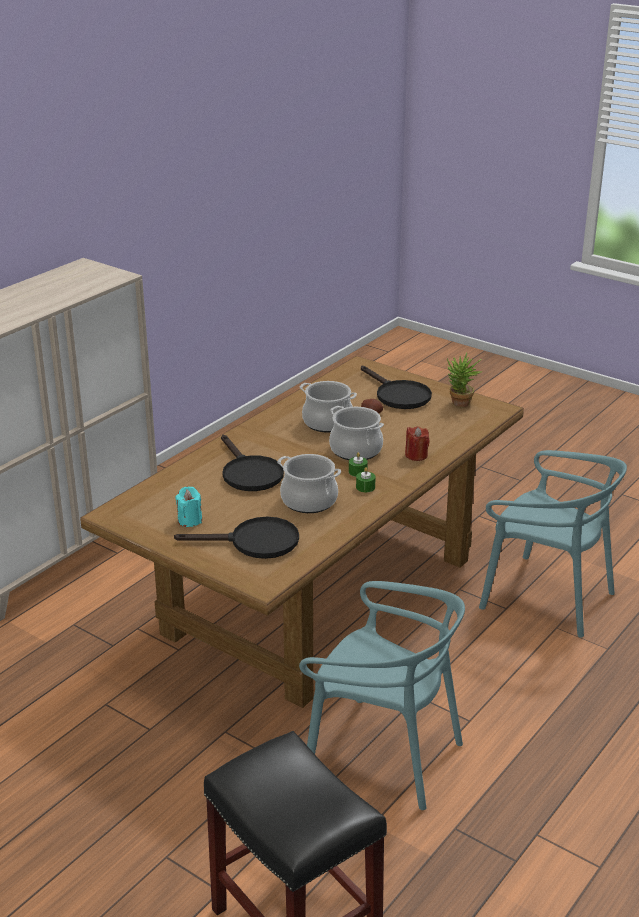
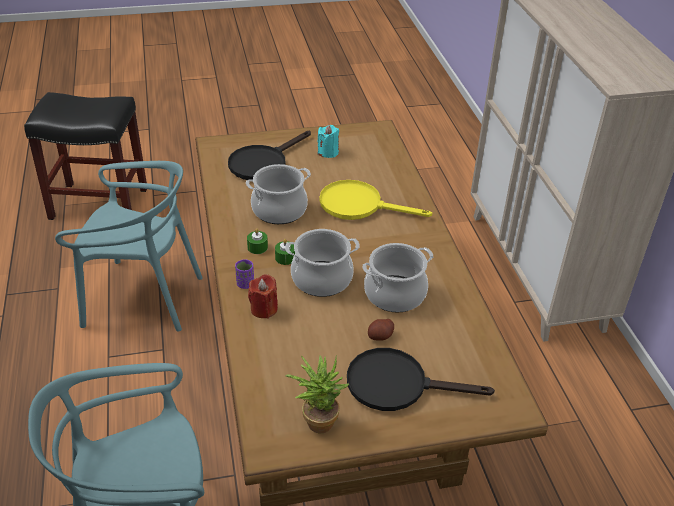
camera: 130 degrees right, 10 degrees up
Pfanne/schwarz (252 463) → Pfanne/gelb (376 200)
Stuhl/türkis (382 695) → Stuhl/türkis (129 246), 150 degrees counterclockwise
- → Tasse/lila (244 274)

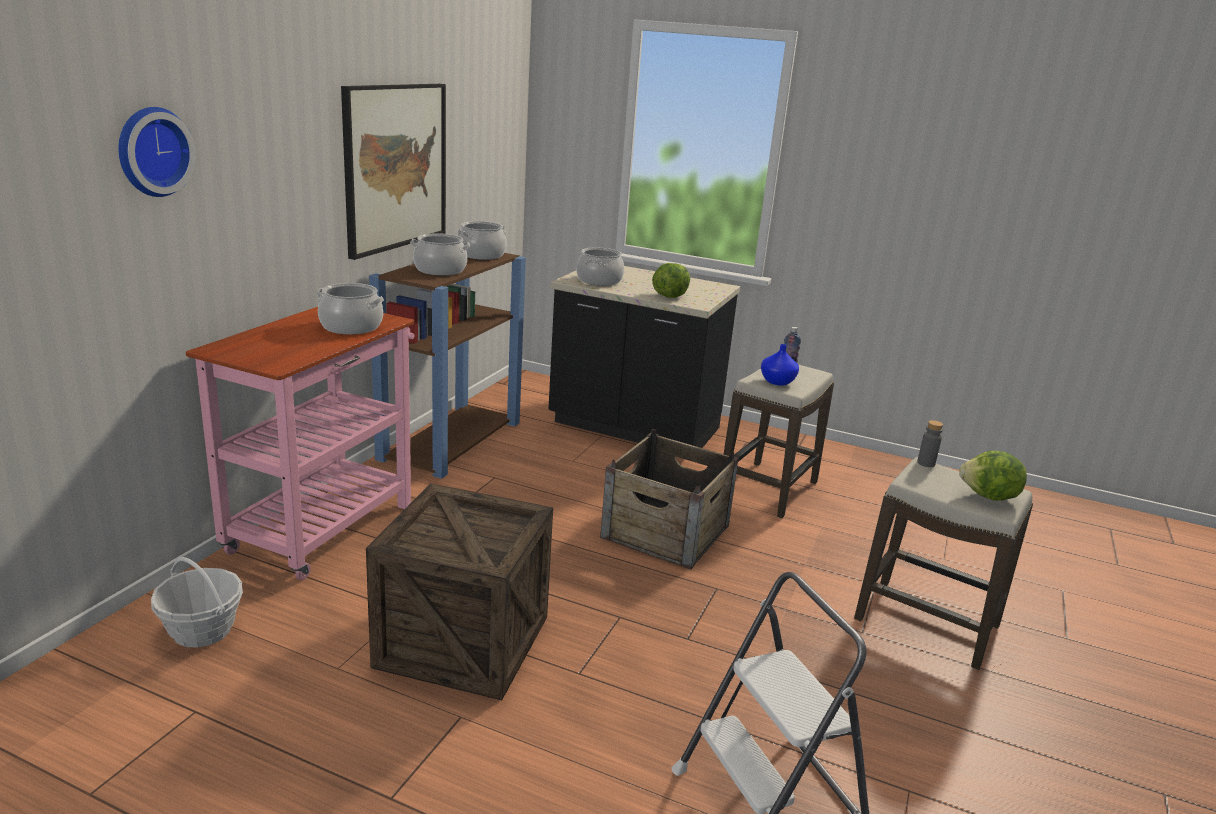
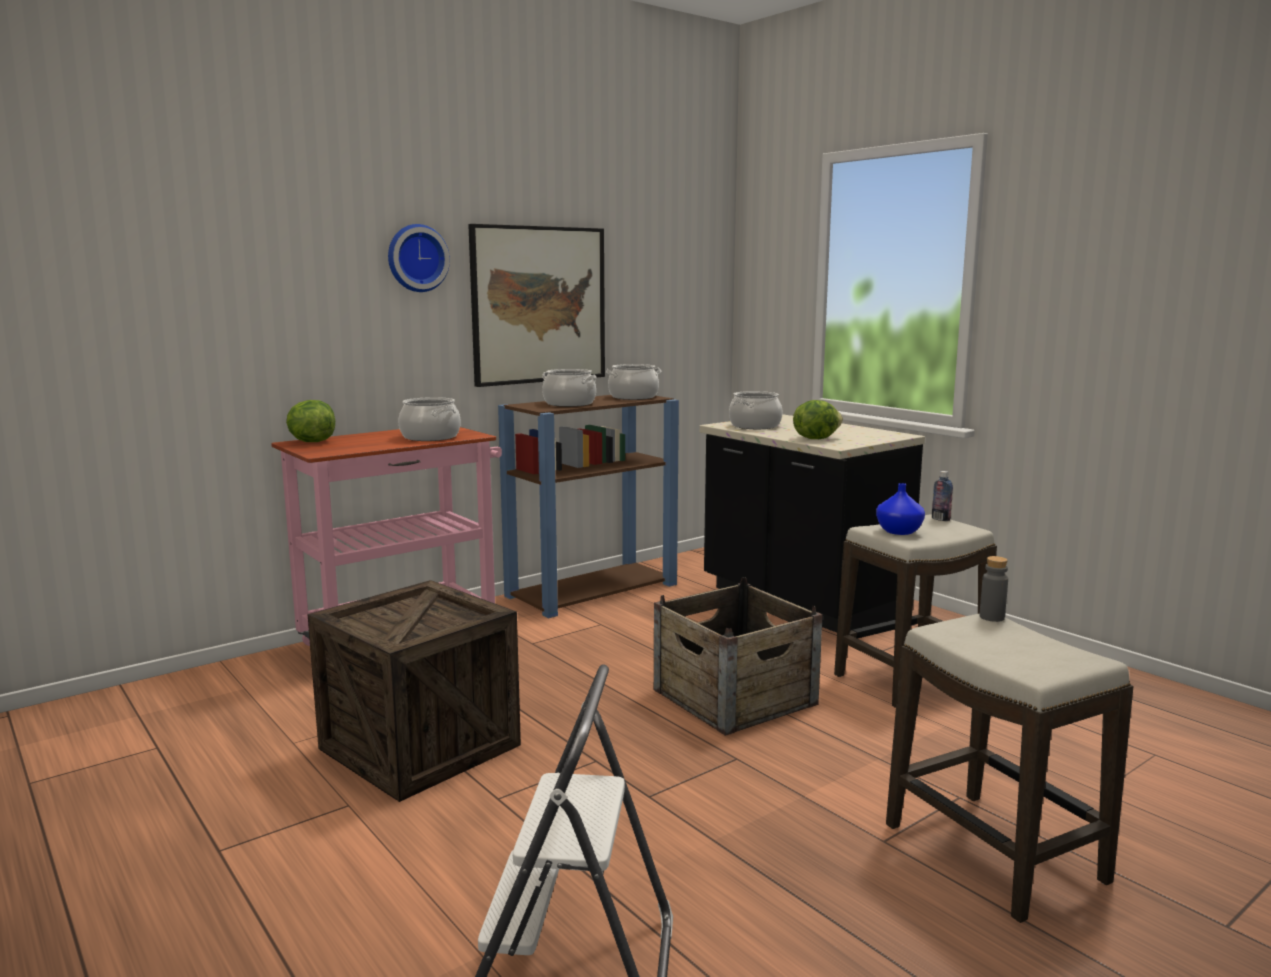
camera: 30 degrees right, 10 degrees down
Wanduhr (157 152) → Wanduhr (419 258), shifted
Korb (197 602) → -
Salatkopf (993 476) → Salatkopf (310 421), shifted

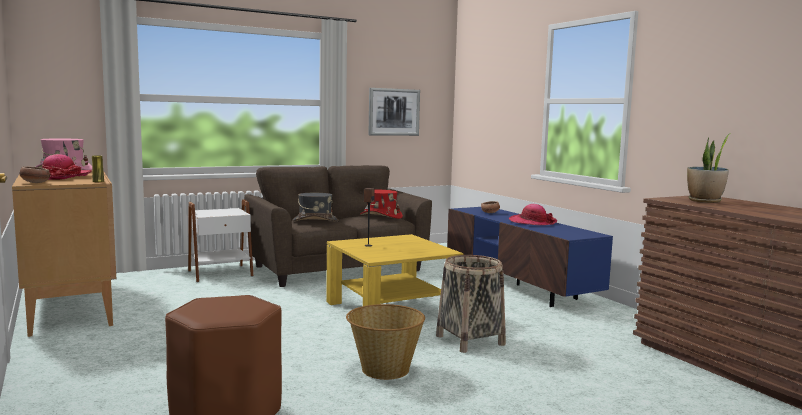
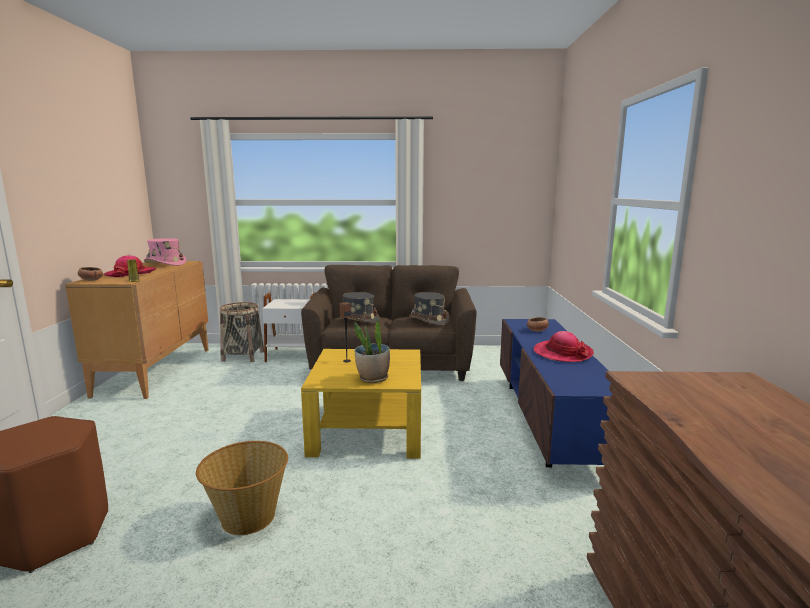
camera: 30 degrees right, 5 degrees up
Hut/rot (381 204) → Hut/grau (429 309)
Bild (394 112) → -
Korb (471 304) → Korb (242 332), shifted
Topfpflanze (709 168) → Topfpflanze (372 351), shifted

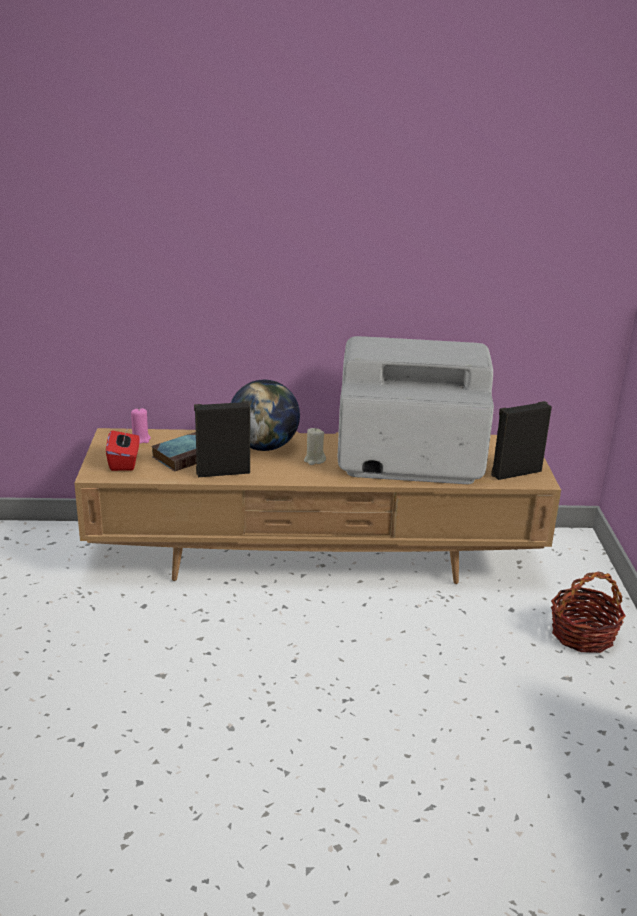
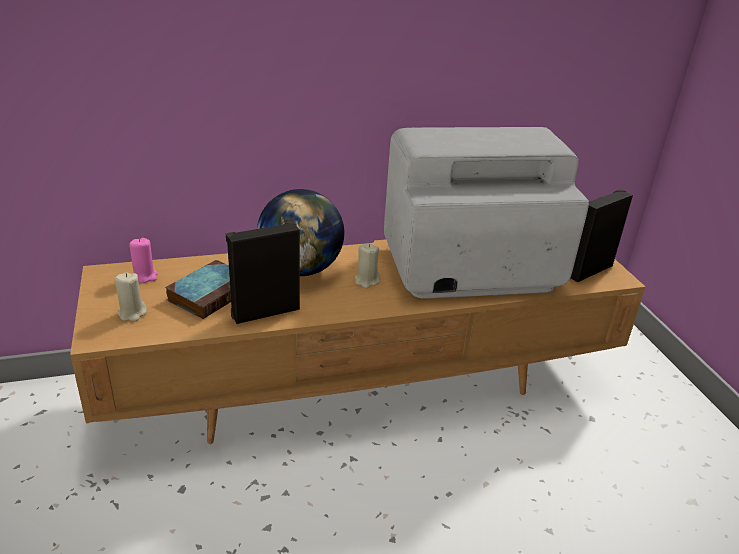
camera: 15 degrees left, 5 degrees up
Taschentuchbox/rot (123 449) → Kerze/beige (131 297)
Korb (588 612) → -

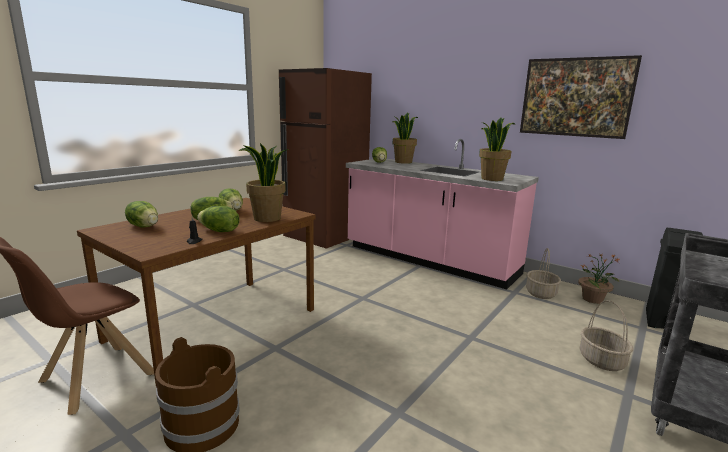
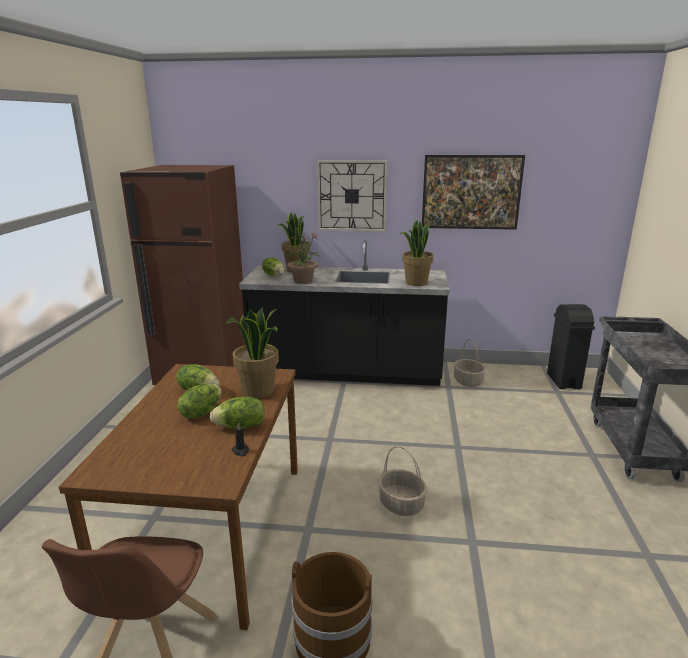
camera: 30 degrees left, 5 degrees up
Salatkopf (141 214) → -
Küchenzeile/rosa (442 214) → Küchenzeile/schwarz (344 313)
Topfpflanze (599 279) → Topfpflanze (302 258), shifted
Korb (606 335) → Korb (402 481), shifted
- → Wanduhr (352 196)

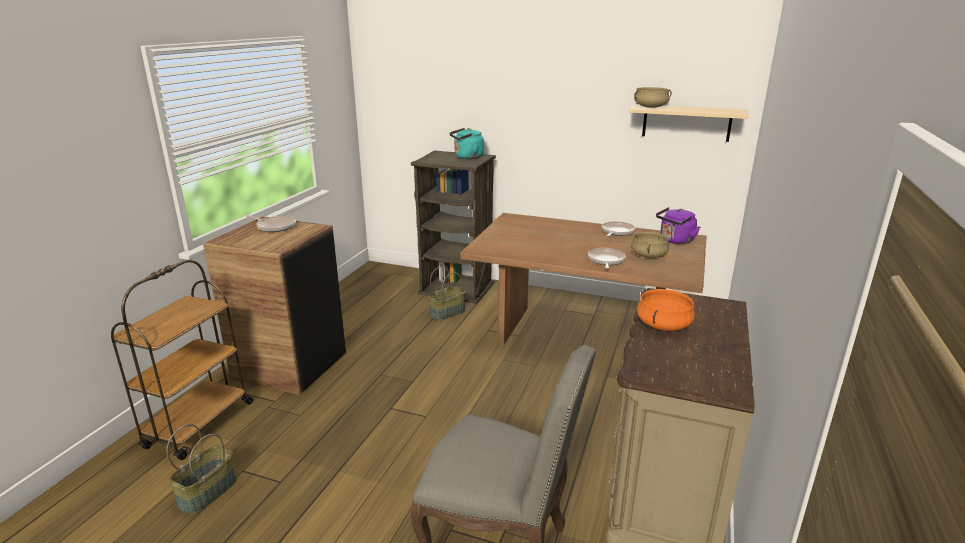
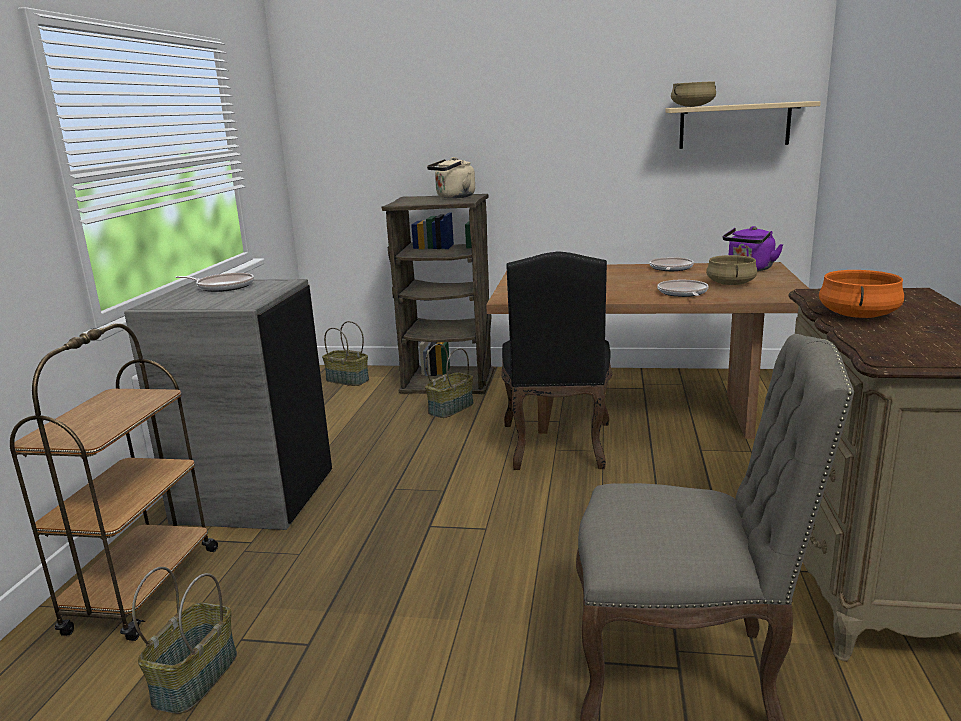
camera: 10 degrees left, 5 degrees down
Schrank/braun (274 305) → Schrank/grau (228 404)
Wasserkessel/türkis (466 143) → Wasserkessel/beige (451 177)
- → Korb (345 353)
- → Stuhl/schwarz (556 360)

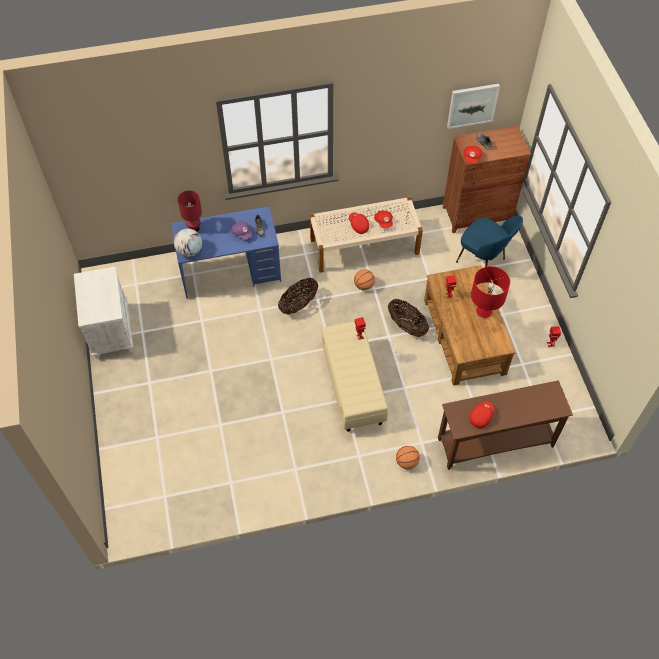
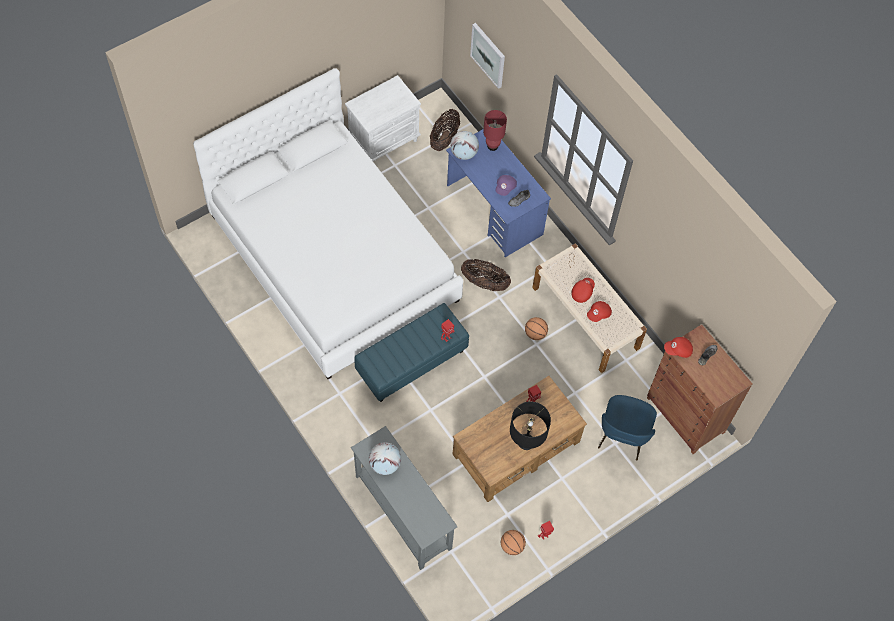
camera: 65 degrees right, 5 degrees up
Polsterhocker/beige (354 376) → Polsterhocker/blau (411 352)
Korb (408 318) → Korb (445 130), shifted
Basketball (408 457) → Basketball (513 542), shifted
Konsolentisch/braun (505 425) → Konsolentisch/grau (404 498)
Bild (473 106) → Bild (487 56), shifted
Kappe/rot (482 415) → Globus (385 458)
Tischlampe/rot (490 292) → Tischlampe/schwarz (530 425)
- → Bett/weiß (328 223)

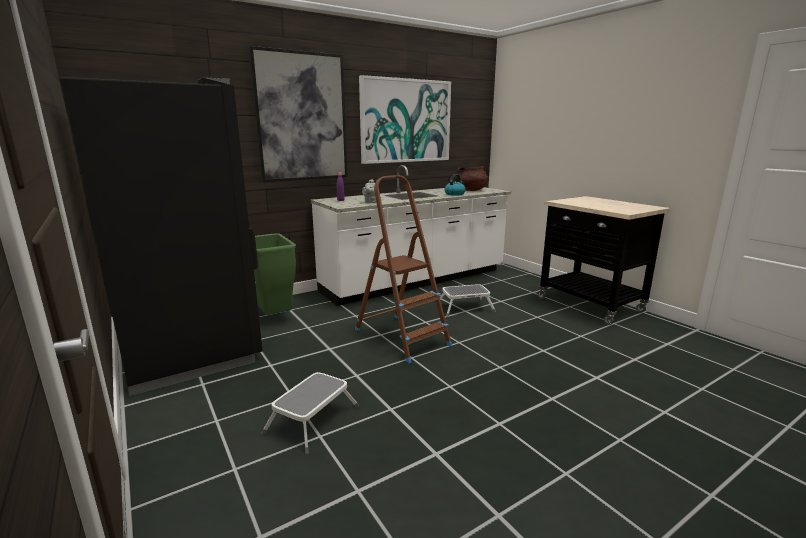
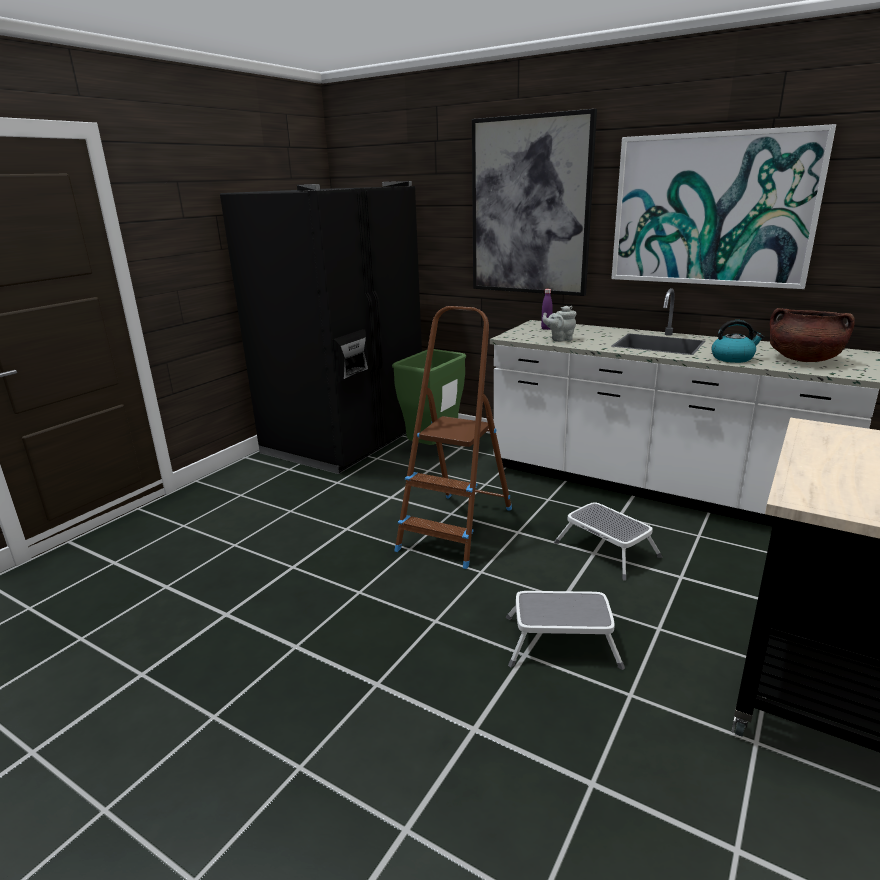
camera: 65 degrees right, 5 degrees up
Trittleiter/grau (310 413) → Trittleiter/grau (565 630), shifted

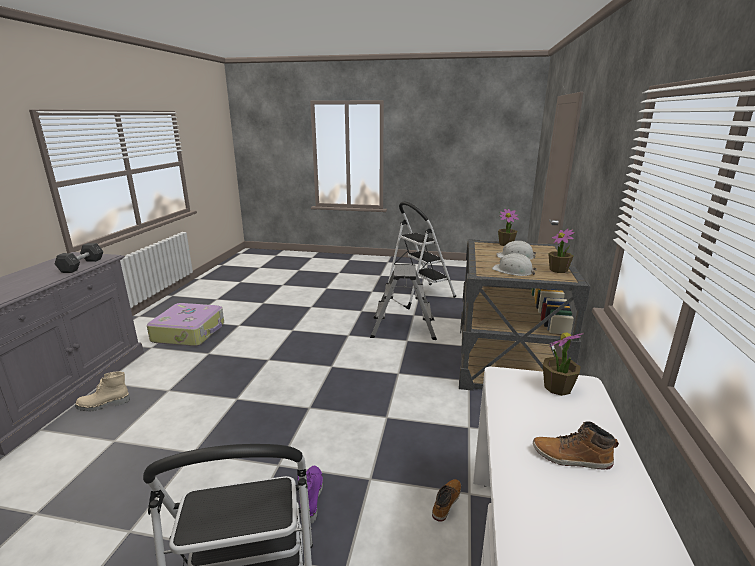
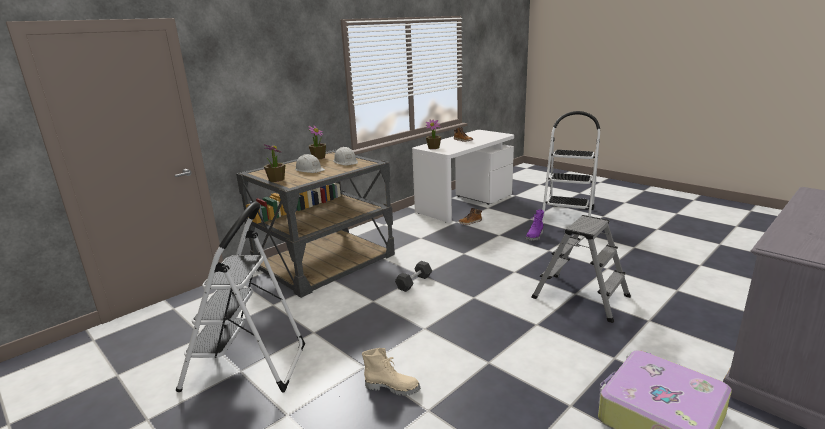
camera: 145 degrees left, 0 degrees up
Hantel/schwarz (79 258) → Hantel/schwarz (413 276), shifted
Stiefel/beige (102 391) → Stiefel/beige (391 372), shifted
Trittleiter/grau (403 302) → Trittleiter/grau (581 269), shifted

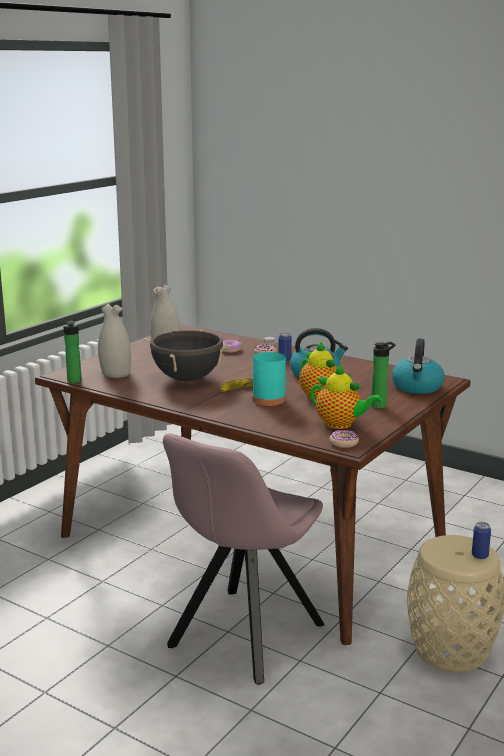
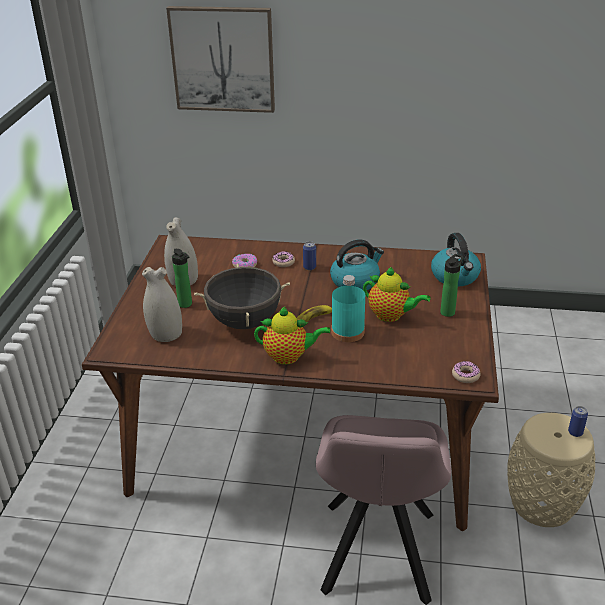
camera: 25 degrees left, 15 degrees up
Flasche (73 351) → Flasche (182 278), shifted
Teekanne (346 397) → Teekanne (292 335), shifted
- → Bild (220 59)

